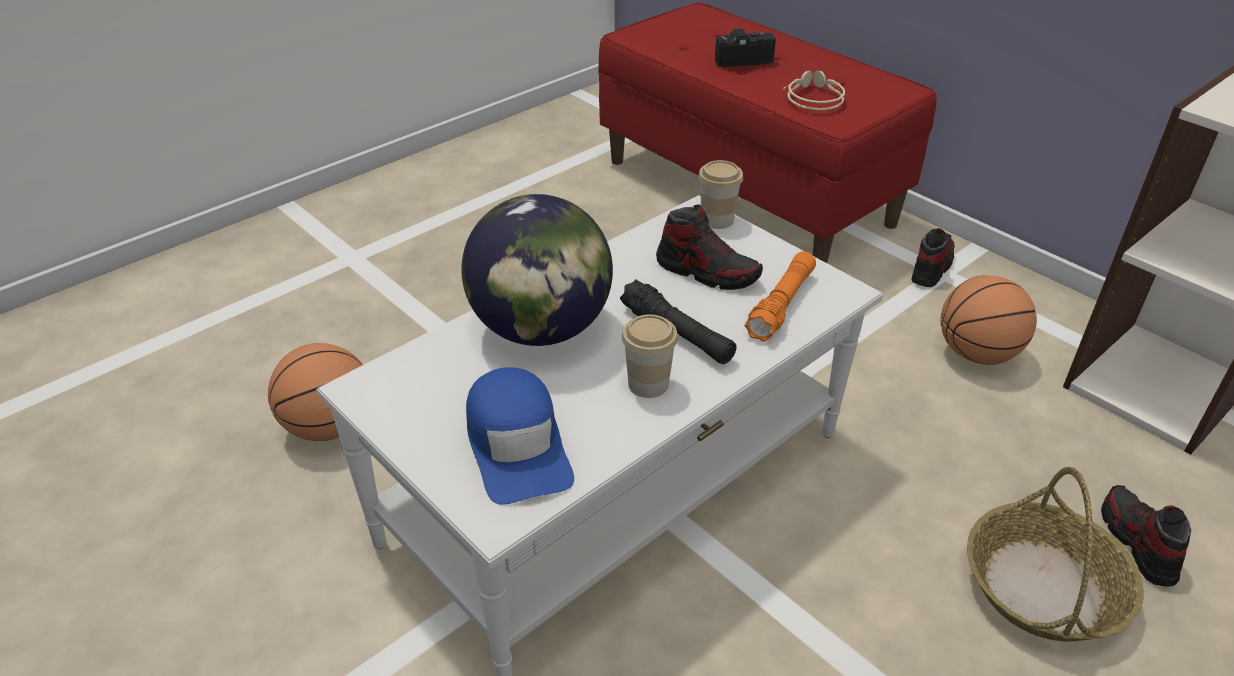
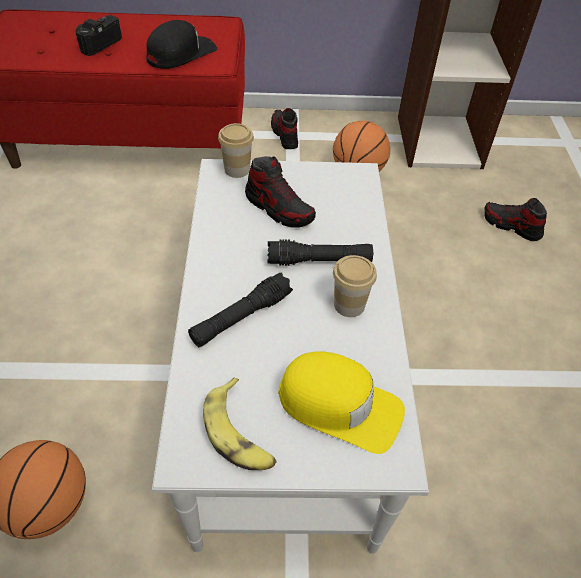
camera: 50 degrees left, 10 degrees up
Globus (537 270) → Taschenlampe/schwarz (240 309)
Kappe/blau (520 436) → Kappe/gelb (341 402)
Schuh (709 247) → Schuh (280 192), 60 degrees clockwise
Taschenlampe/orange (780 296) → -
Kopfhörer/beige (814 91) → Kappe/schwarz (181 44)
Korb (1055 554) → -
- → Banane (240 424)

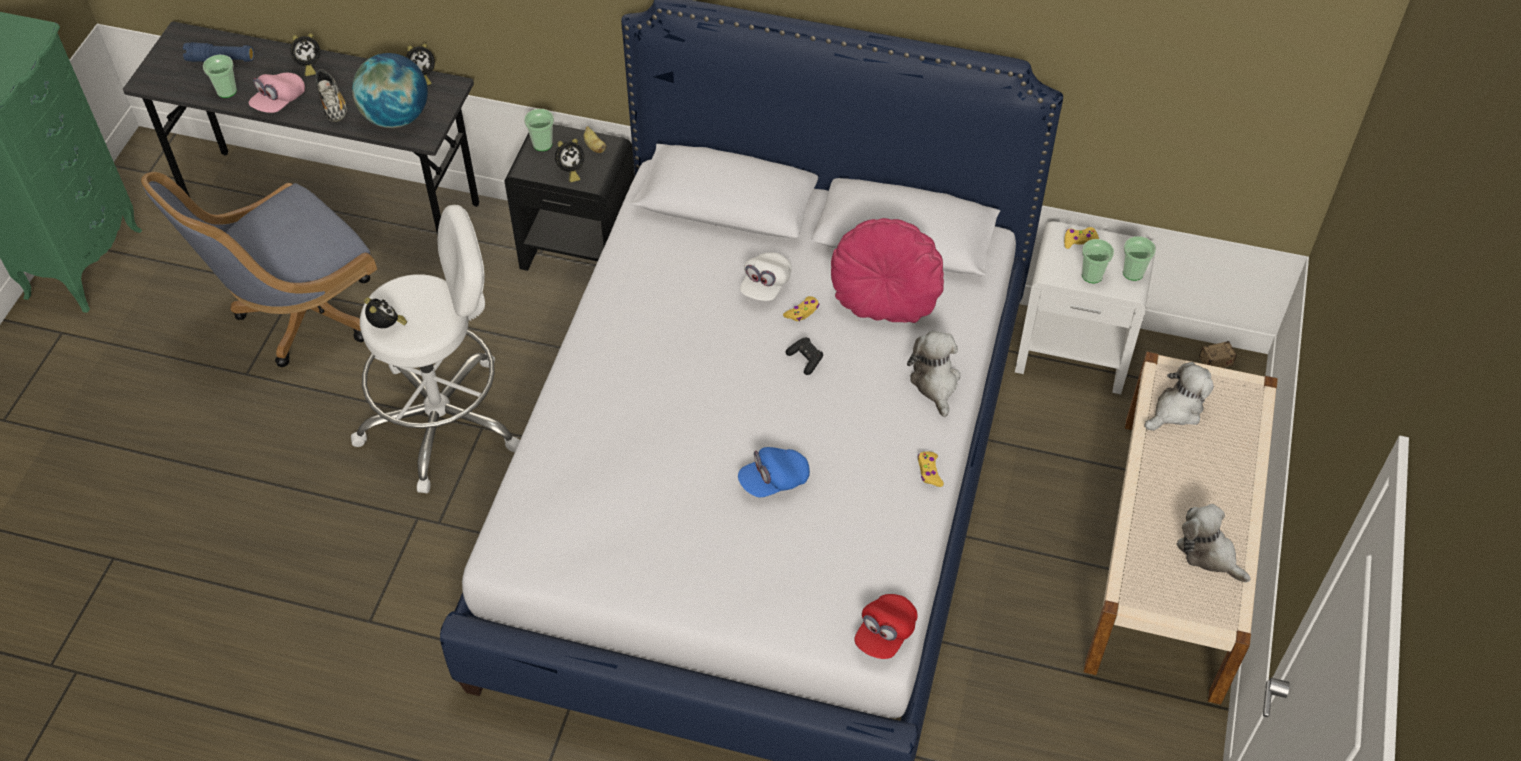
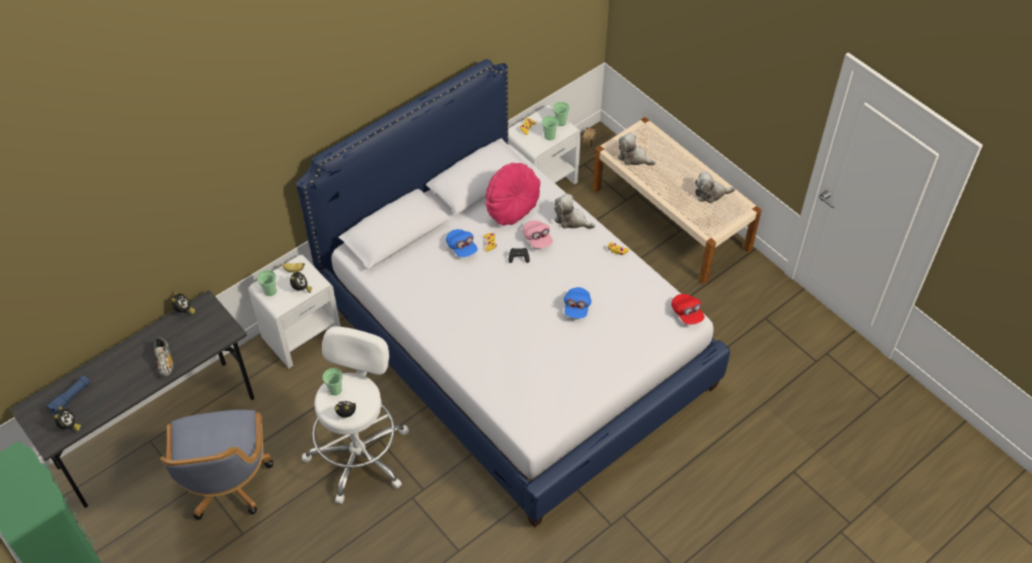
camera: 55 degrees left, 0 degrees up
Tasse (220 76) → Tasse (333 381), shifted
Kappe/rosa (277 93) → Kappe/rosa (537 234), shifted
Wecker (305 54) → Wecker (67 419), shifted
Schuh (331 95) → Schuh (164 357), 60 degrees clockwise
Globus (390 90) → -
Nachttisch/schwarz (569 197) → Nachttisch/weiß (294 311)
Kappe/weiß (766 276) → Kappe/blau (462 243)
Plüschtier (1179 396) → Plüschtier (637 149), 60 degrees counterclockwise

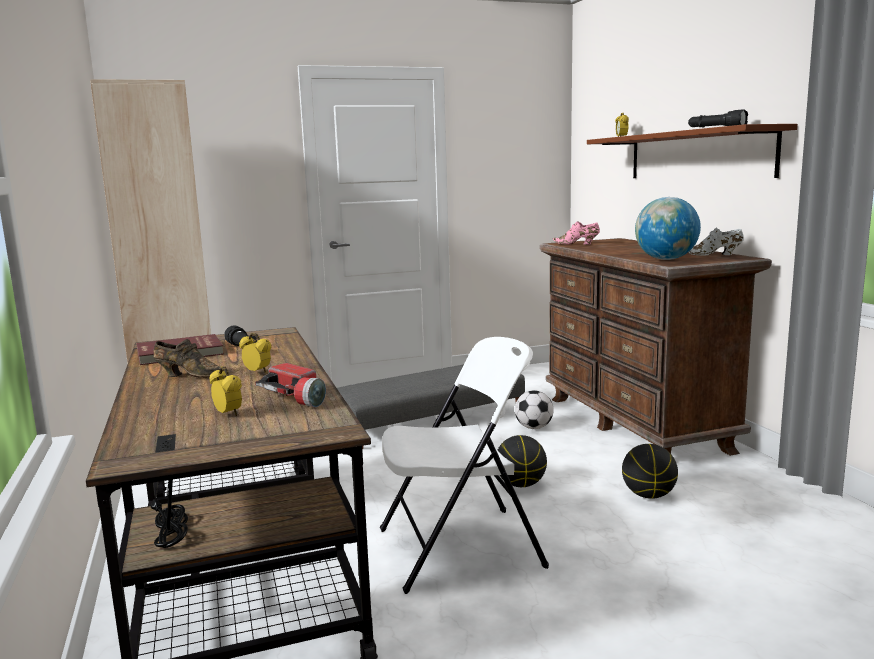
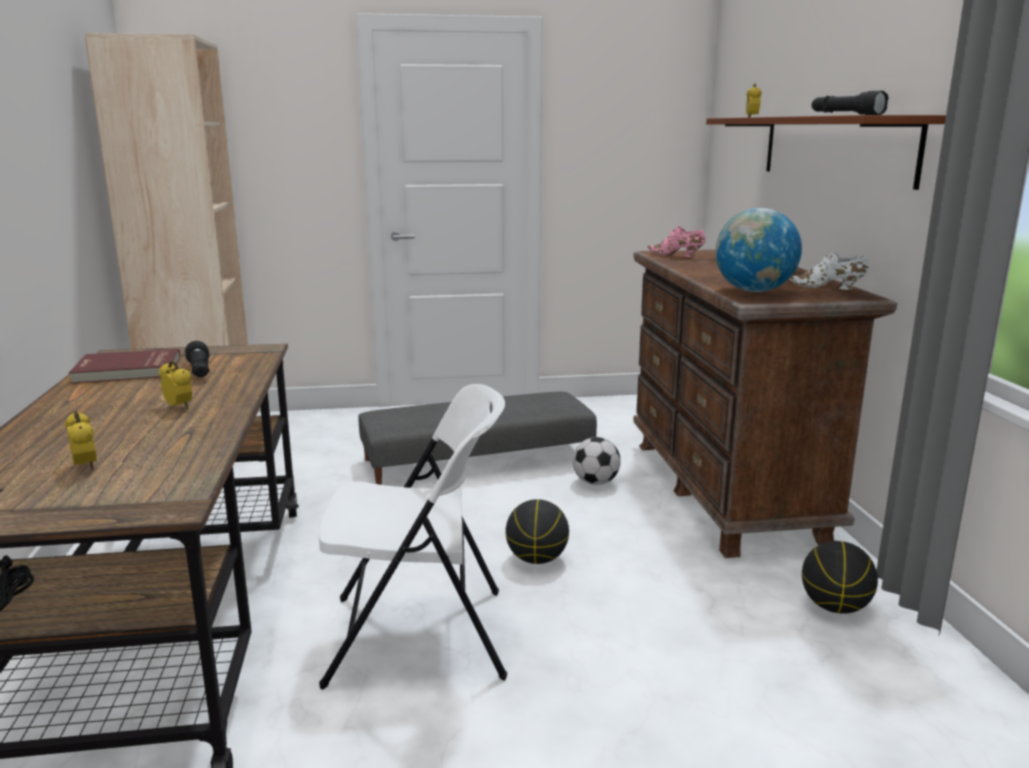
camera: 10 degrees right, 5 degrees up
Schuh/braun (189 358) → -
Taschenlampe (290 385) → -
Basketball (650 471) → Basketball (840 577), shifted

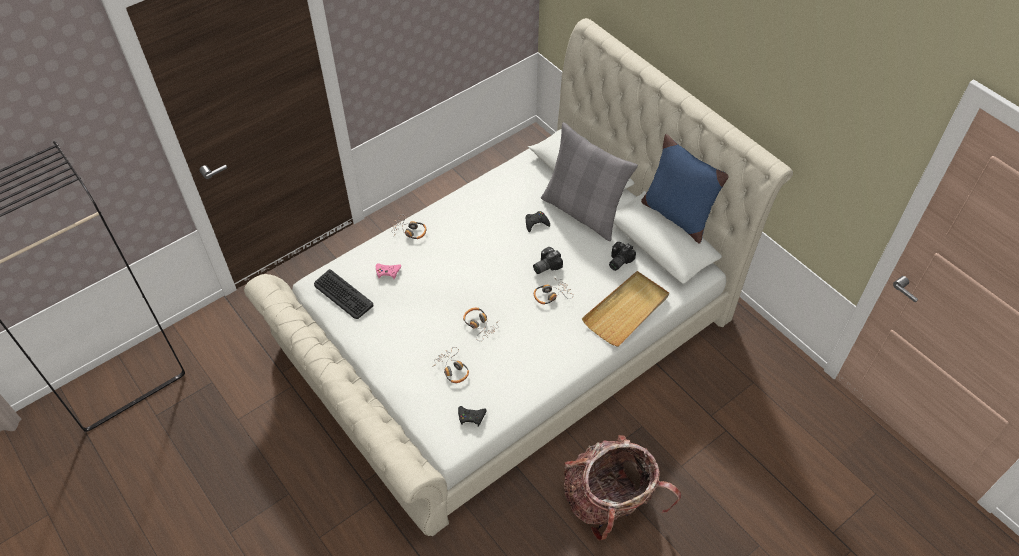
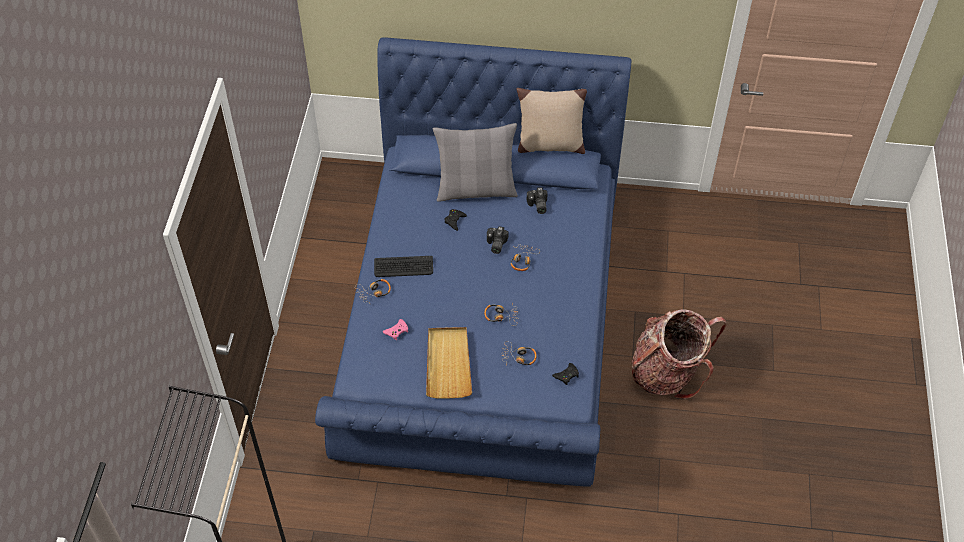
camera: 45 degrees left, 0 degrees up
Bett/beige (518 277) → Bett/blau (473 262)
Tastatur (344 294) → Tastatur (403 266), shifted
Tablett/beige (625 309) → Tablett/beige (449 363), shifted
Kissen/blau (684 189) → Kissen/beige (551 121)

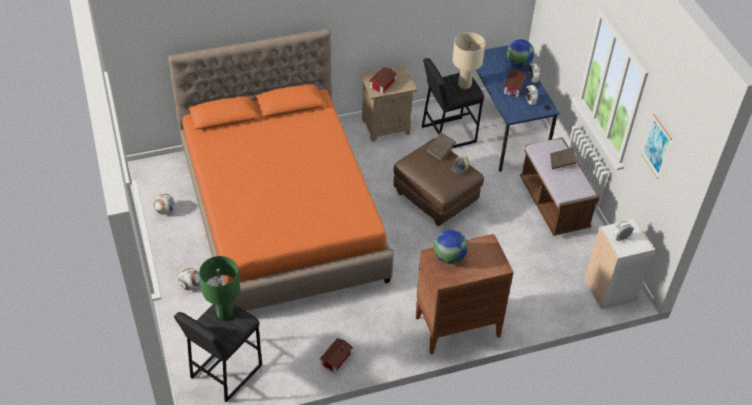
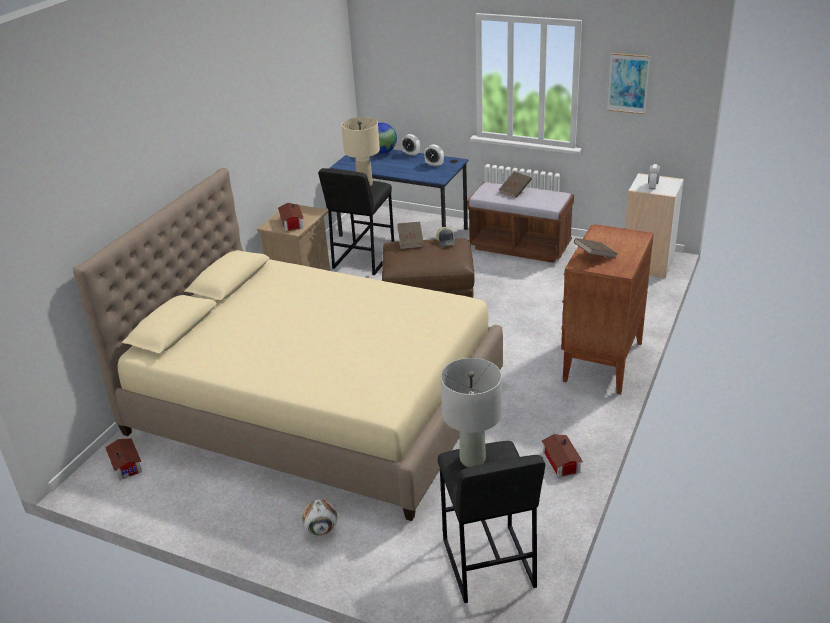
camera: 45 degrees left, 15 degrees down
Fußball (164 204) → -
Bett/orange (281 169) → Bett/beige (288 344)
Tischlampe/grün (219 287) → Tischlampe/grau (471 412)
Globus (451 247) → Buch/braun (596 248)
Spielzeughaus (515 83) → Spielzeughaus (123 459), shifted

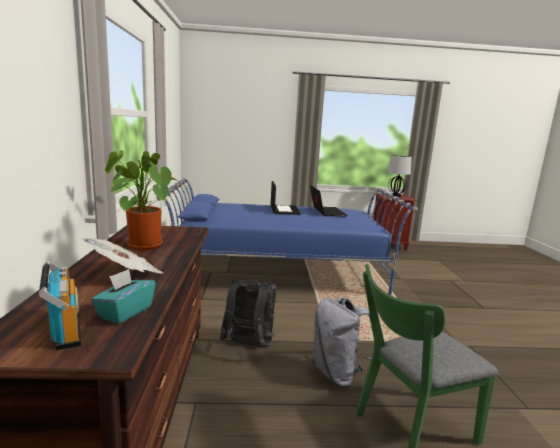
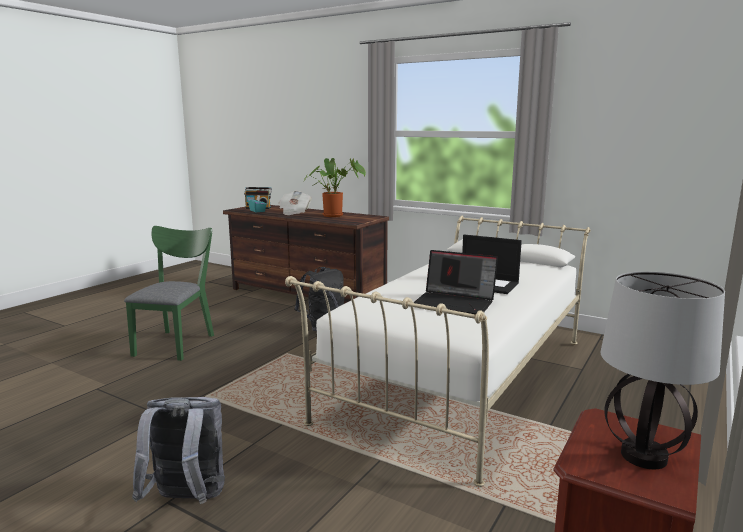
camera: 125 degrees right, 0 degrees up
Bett/blau (287 237) → Bett/weiß (437 351)
Rucksack/grau (342 342) → Rucksack/grau (178 450), shifted

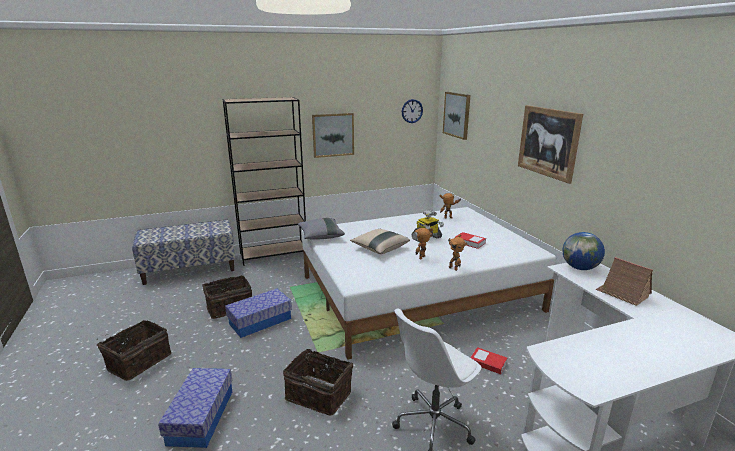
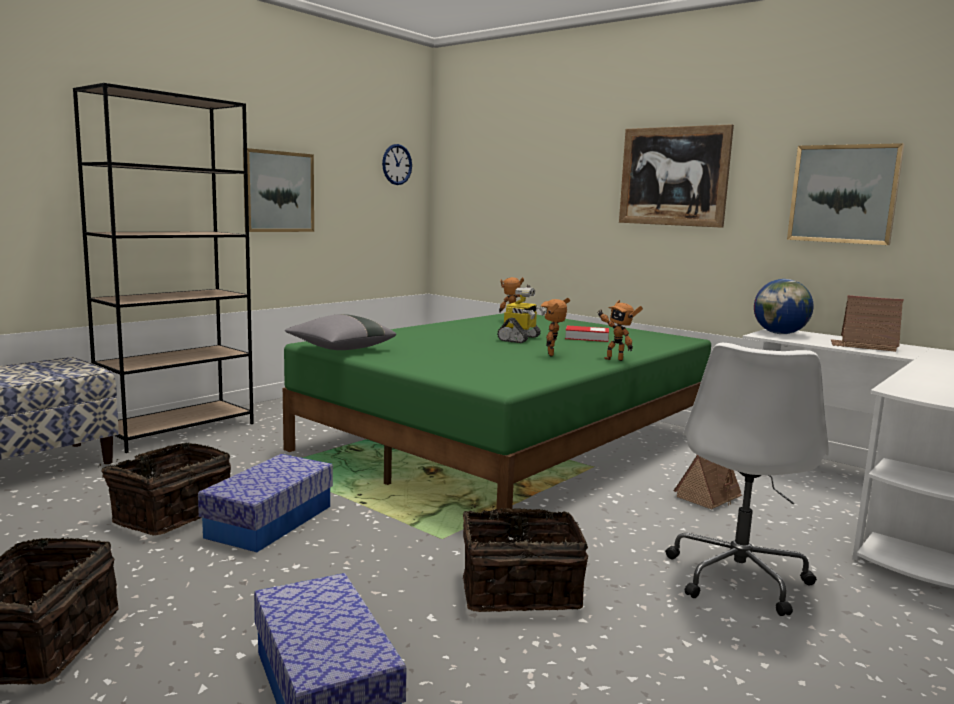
camera: 30 degrees left, 10 degrees down
Bett/weiß (429 283) → Bett/grün (497 415)
Kissen/beige (380 241) → -
Bild (456 116) → Bild (846 194), shifted
Buch (488 361) → Spielzeughaus (708 482)

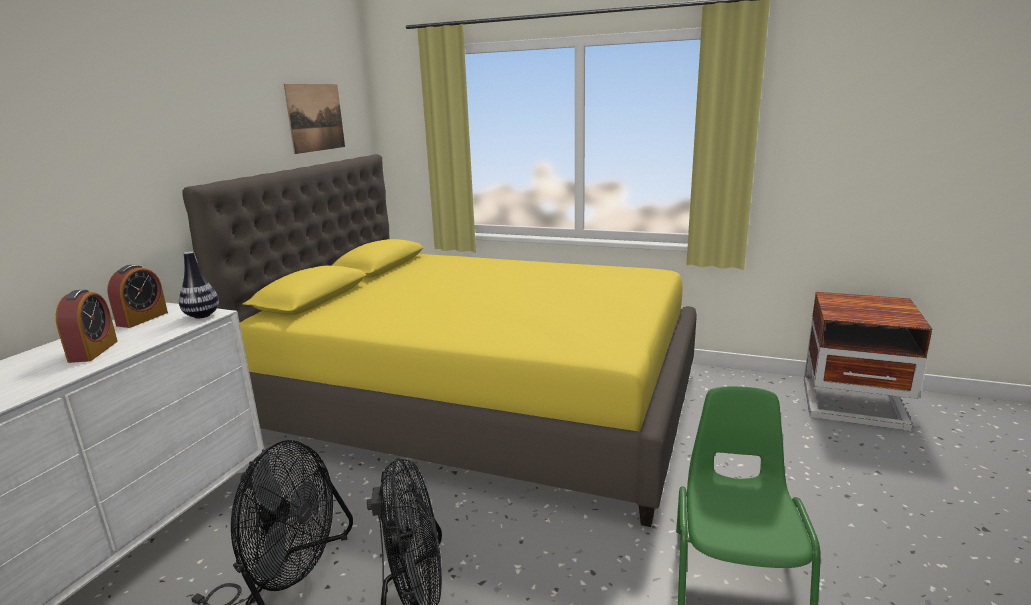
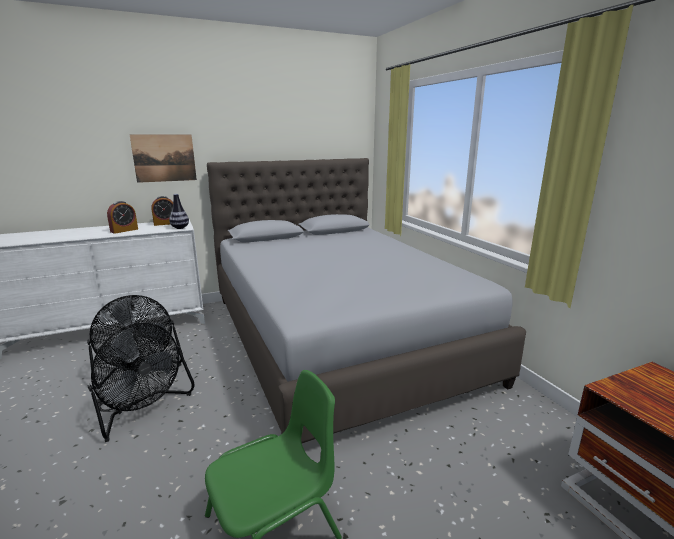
camera: 45 degrees right, 0 degrees up
Bett/gelb (439 340) → Bett/grau (366 300)
Bild (314 119) → Bild (163 158), shifted

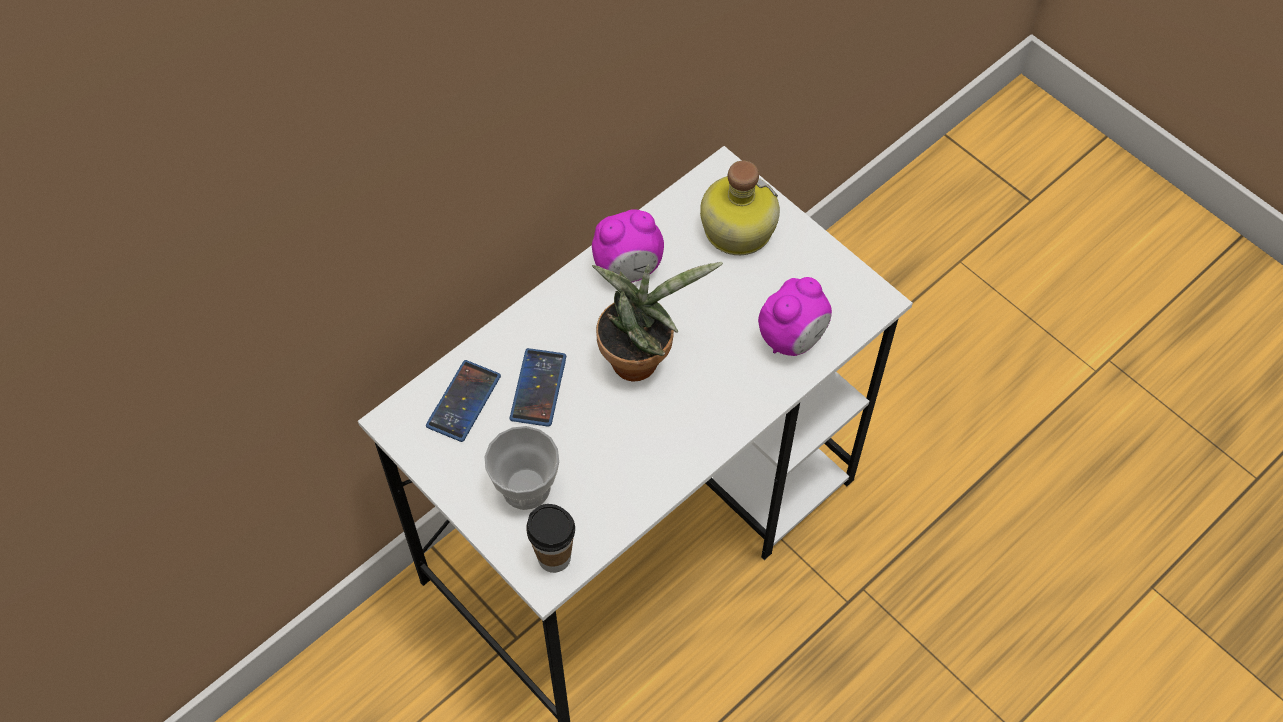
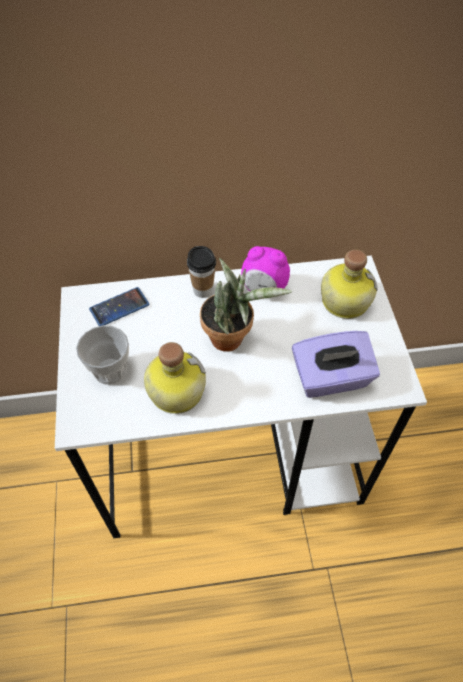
camera: 35 degrees right, 5 degrees down
Handy (538 387) → -
Tasse (550 538) → Tasse (201 272), shifted
Wecker (795 316) → Taschentuchbox/lila (336 364)
- → Flasche (175 378)

